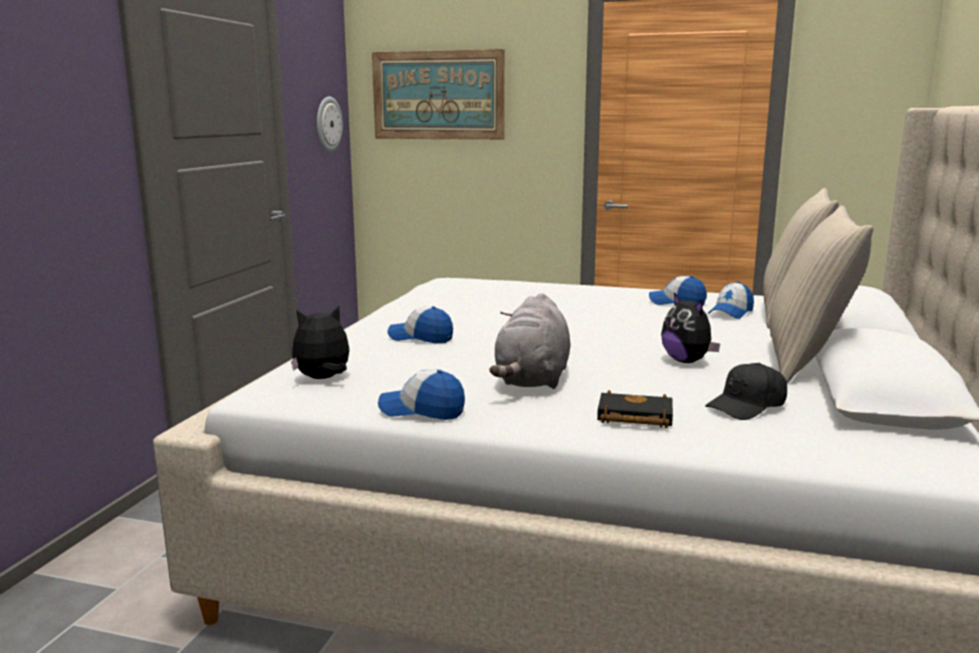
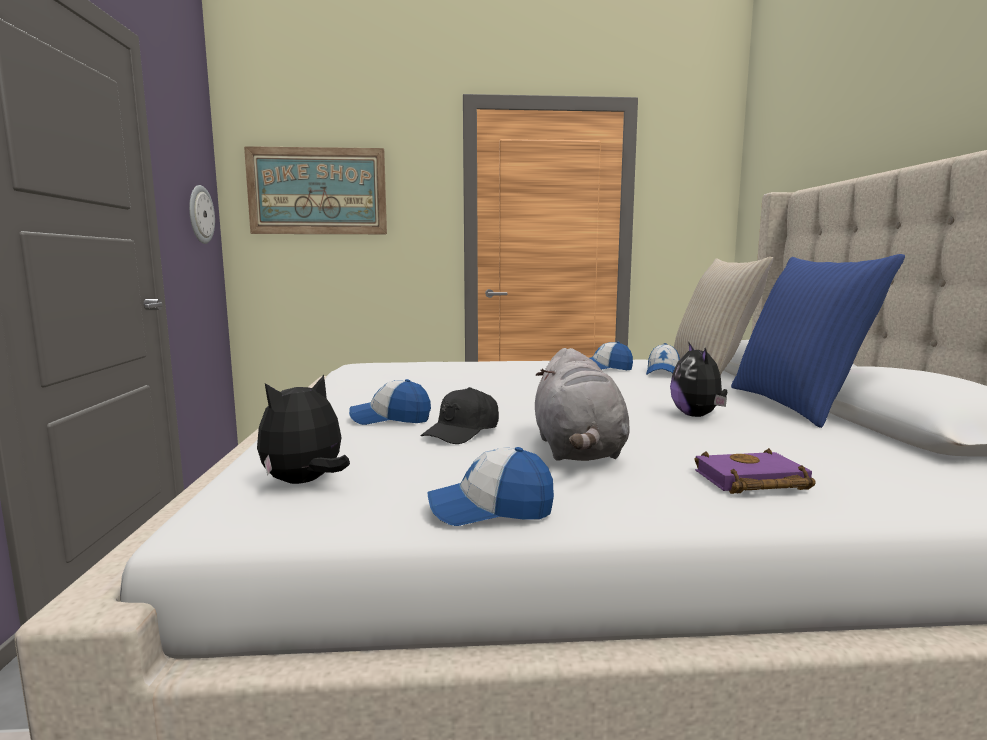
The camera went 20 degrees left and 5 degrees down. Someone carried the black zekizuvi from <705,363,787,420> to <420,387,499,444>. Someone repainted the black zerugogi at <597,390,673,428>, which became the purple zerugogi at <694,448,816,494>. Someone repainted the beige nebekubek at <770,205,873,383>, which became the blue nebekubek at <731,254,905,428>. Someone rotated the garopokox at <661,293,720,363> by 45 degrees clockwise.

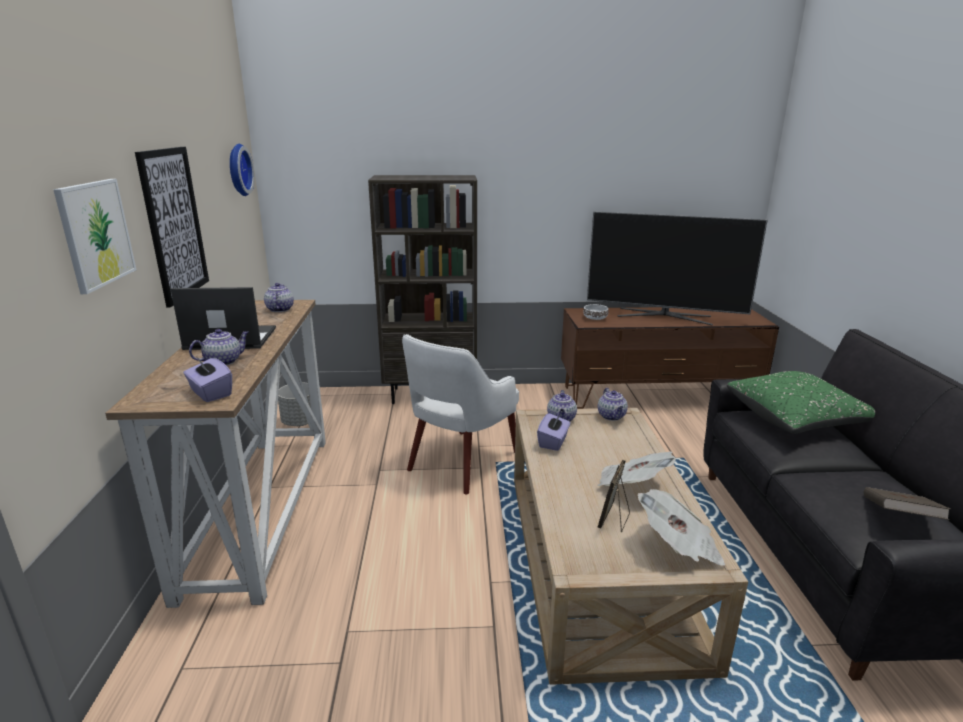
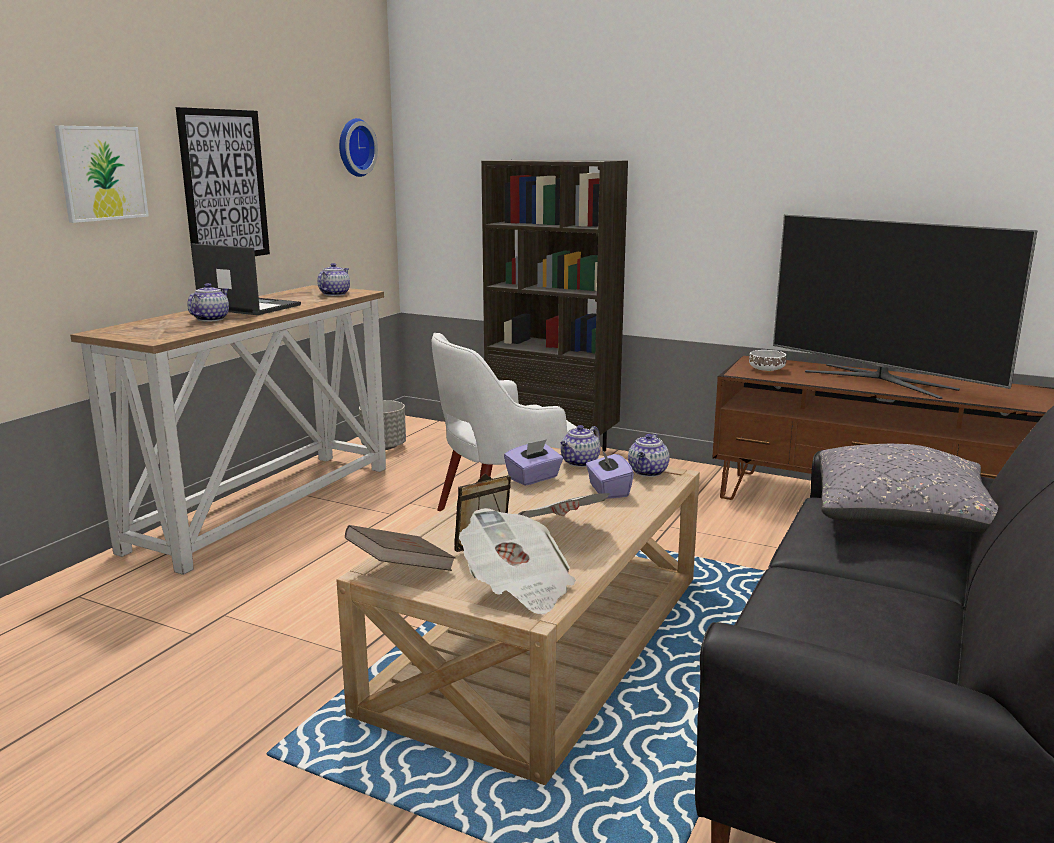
The camera went 30 degrees right and 5 degrees down. Someone carried the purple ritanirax from <183,356,232,402> to <586,450,634,499>. Someone carried the brown zerugogi from <864,487,950,520> to <345,525,456,571>. Someone repainted the green nebekubek at <727,371,875,434>, which became the grey nebekubek at <818,444,998,532>. Someone rotated the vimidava at <189,329,249,366> by 60 degrees counterclockwise.

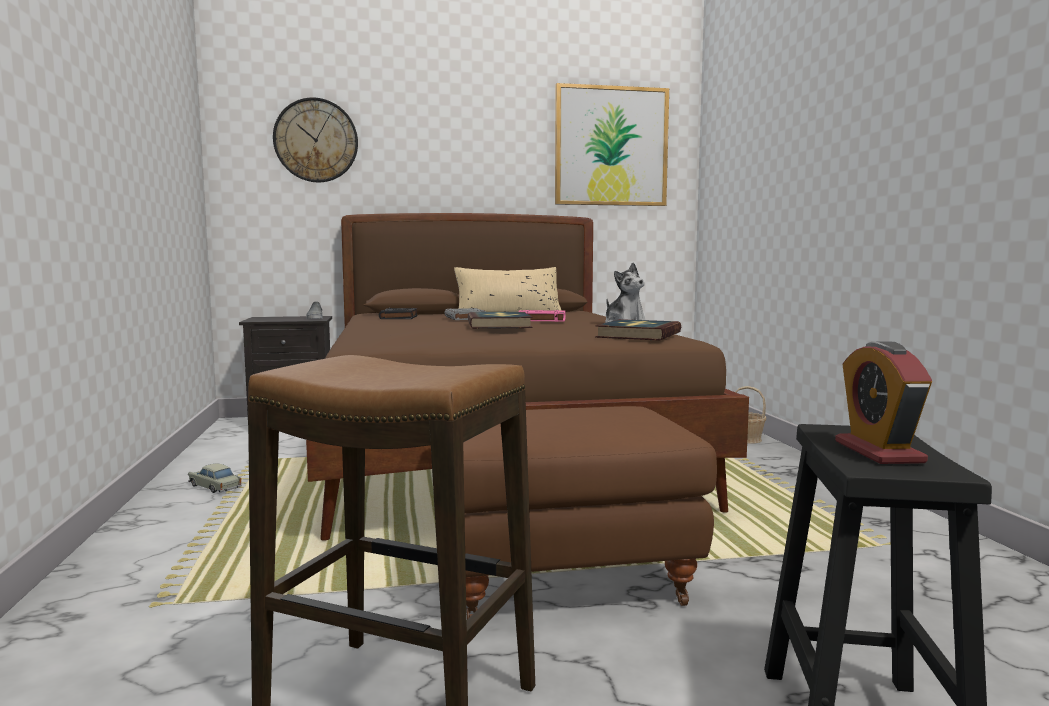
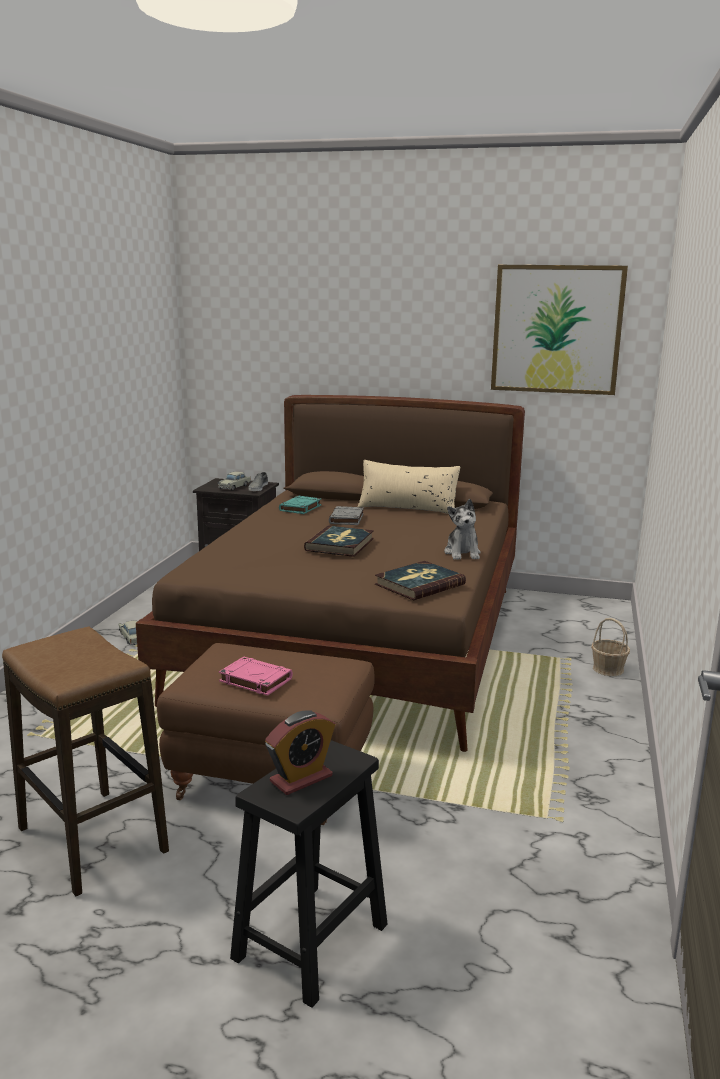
The camera went 25 degrees right and 10 degrees up. Someone took away the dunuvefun at <273,97,358,182>. Someone put down the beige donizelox at <218,472,251,491>. Someone carried the pink zerugogi from <518,310,565,322> to <219,657,293,696>. Someone repainted the black zerugogi at <379,308,417,319>, which became the turquoise zerugogi at <279,496,322,514>. Someone rotated the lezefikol at <835,342,932,464> by 150 degrees counterclockwise.

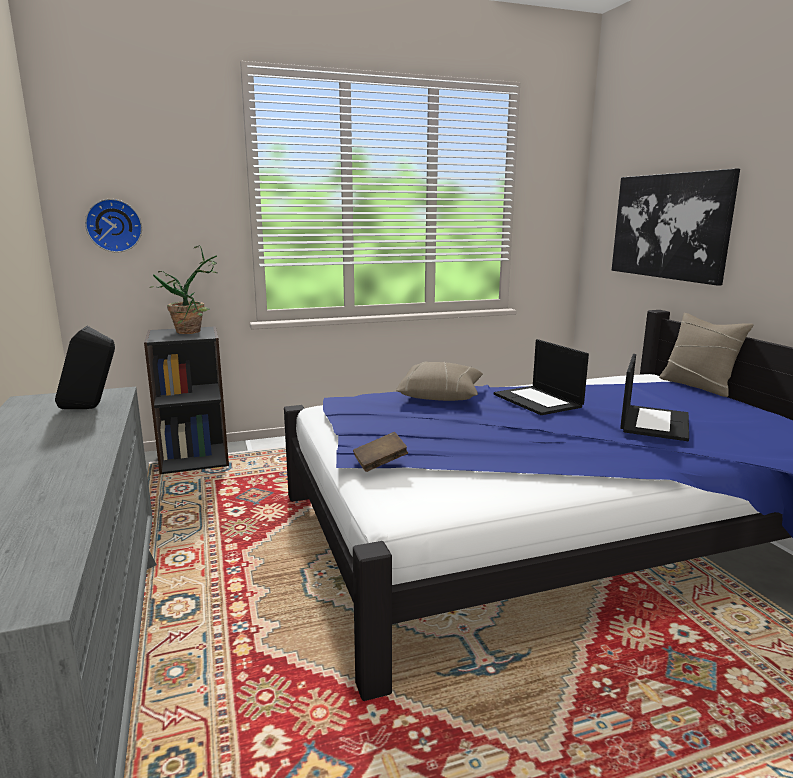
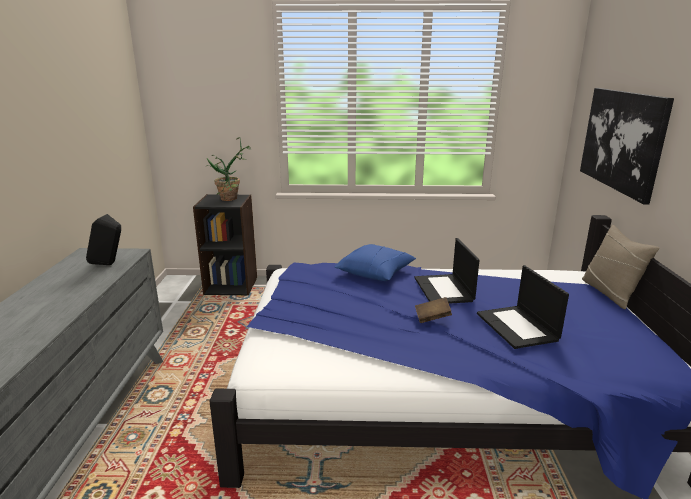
The camera went 20 degrees right and 5 degrees up. Someone took away the dunuvefun at <85,199,142,252>. Someone carried the brown zerugogi from <353,432,408,472> to <415,297,452,323>. Someone repainted the beige nebekubek at <396,362,483,401>, which became the blue nebekubek at <335,244,416,281>. Someone rotated the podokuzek at <620,354,689,441> by 120 degrees clockwise.

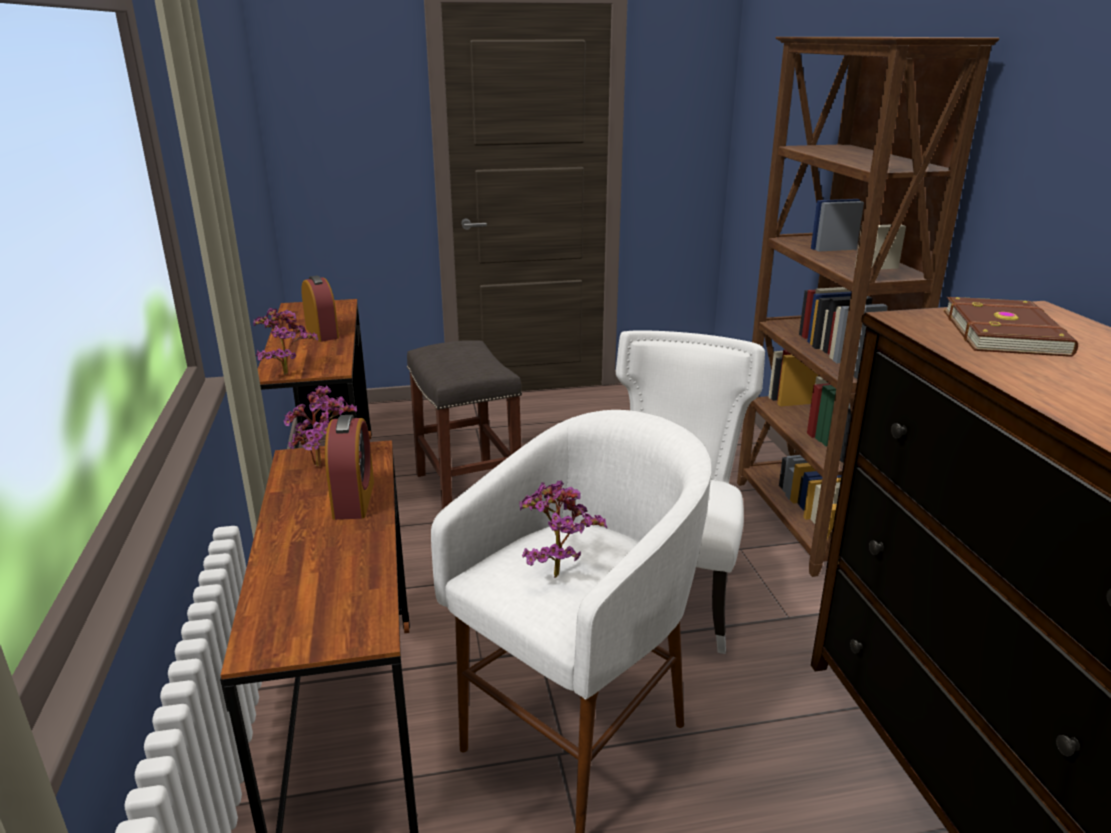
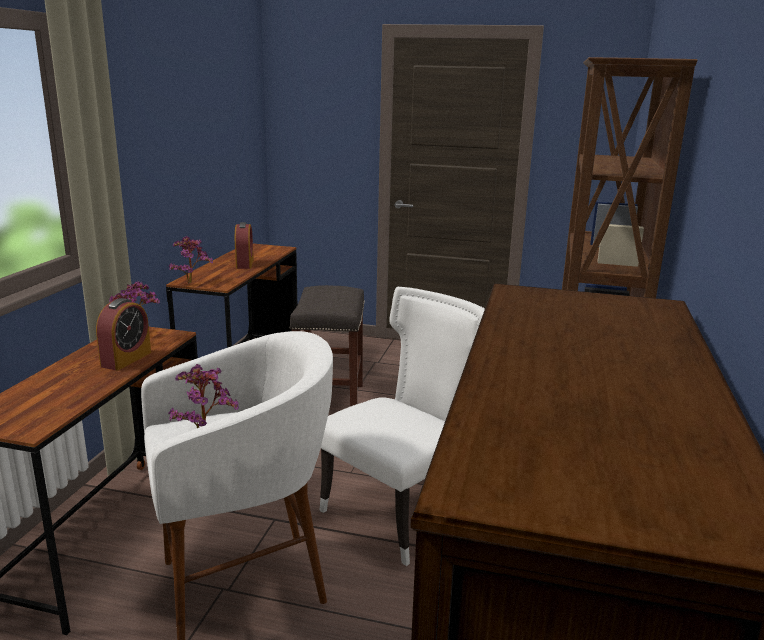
The camera went 25 degrees right and 5 degrees down. Someone took away the brown zerugogi at <944,297,1078,357>.

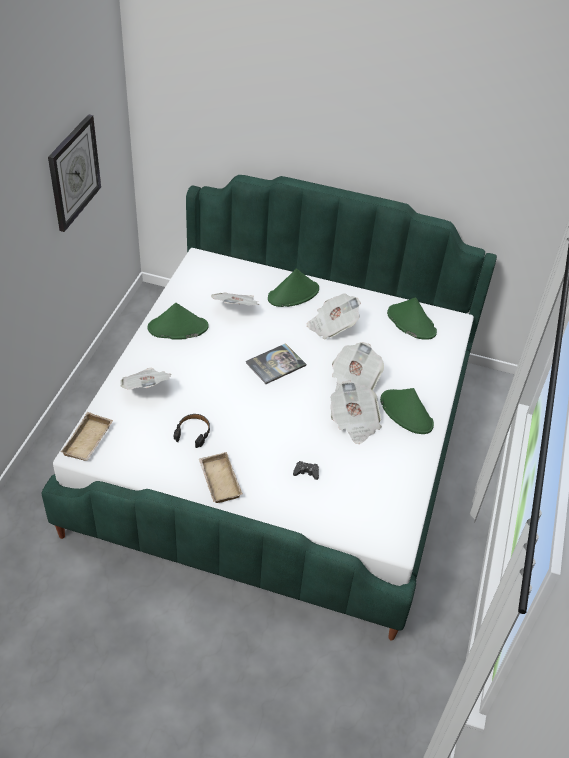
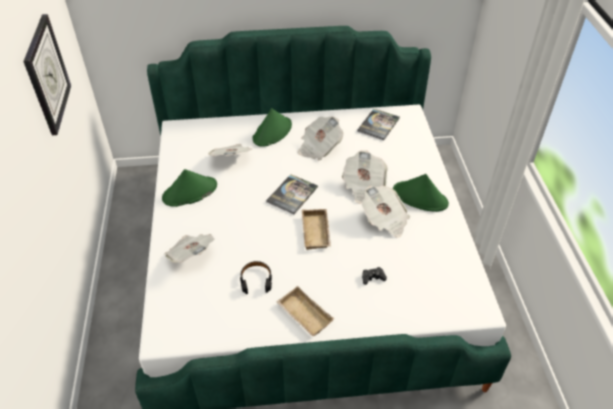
The camera went 20 degrees left and 0 degrees up. Someone carried the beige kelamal from <61,412,113,461> to <302,209,331,250>. Someone swapped the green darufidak at <387,297,437,340> for the zerugogi at <357,109,400,140>.

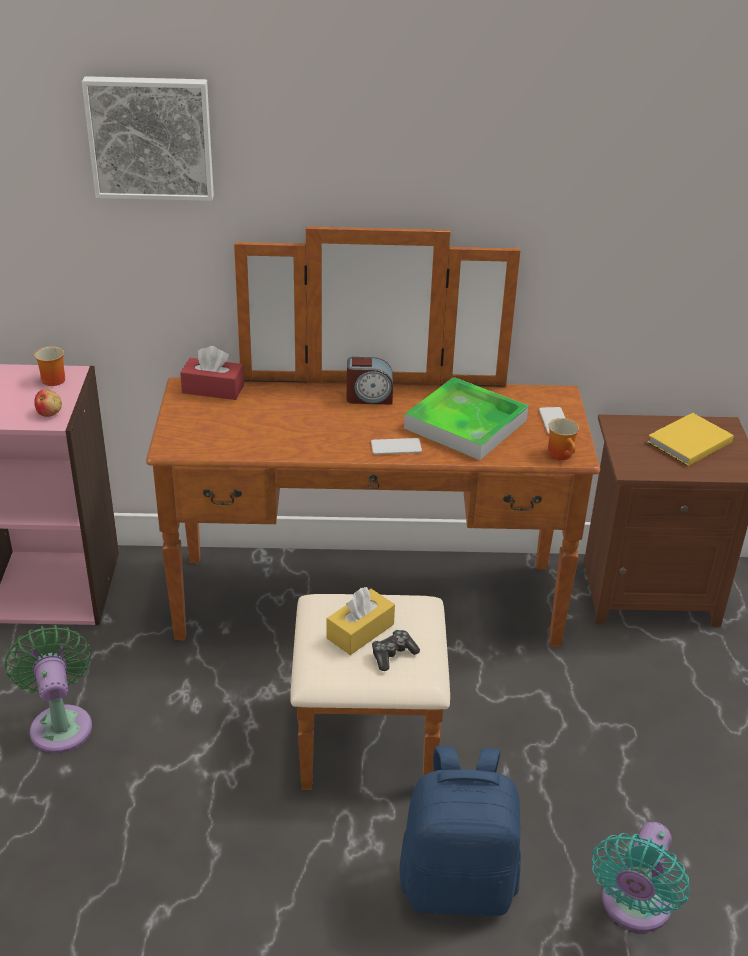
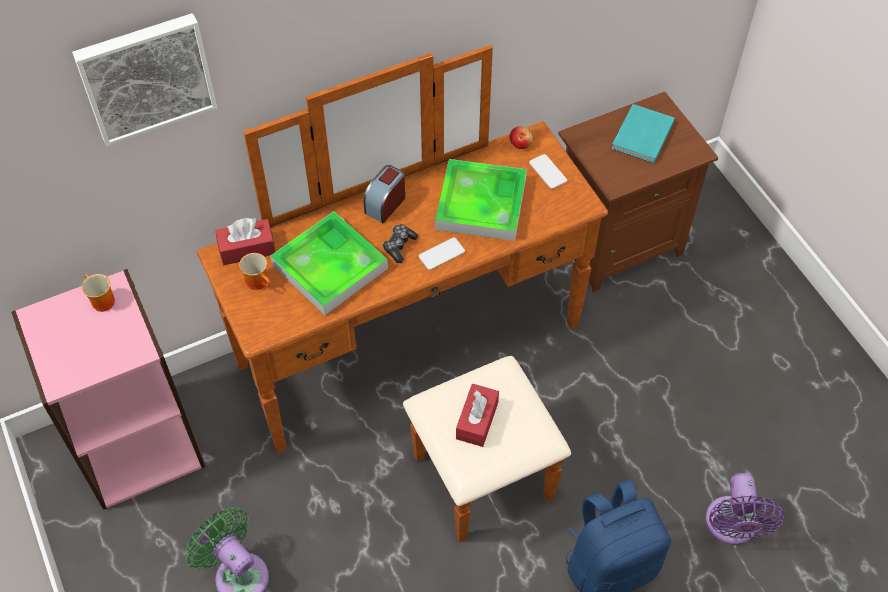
The camera went 25 degrees left and 20 degrees up. Someone put down the kelamal at <270,211,388,315>. Someone carried the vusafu from <34,389,62,417> to <509,126,533,149>. Someone carried the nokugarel from <372,630,420,671> to <382,224,418,263>. Someone carried the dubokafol from <548,418,579,460> to <239,253,271,290>. Someone repainted the yellow ritanirax at <327,587,395,655>, which became the red ritanirax at <456,384,499,447>. Someone repainted the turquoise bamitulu at <592,822,690,932>, which became the purple bamitulu at <705,473,784,545>. Someone repainted the yellow zerugogi at <647,413,734,466>, which became the turquoise zerugogi at <612,104,675,163>. Someone rotated the lezefikol at <347,357,393,404> by 150 degrees clockwise.

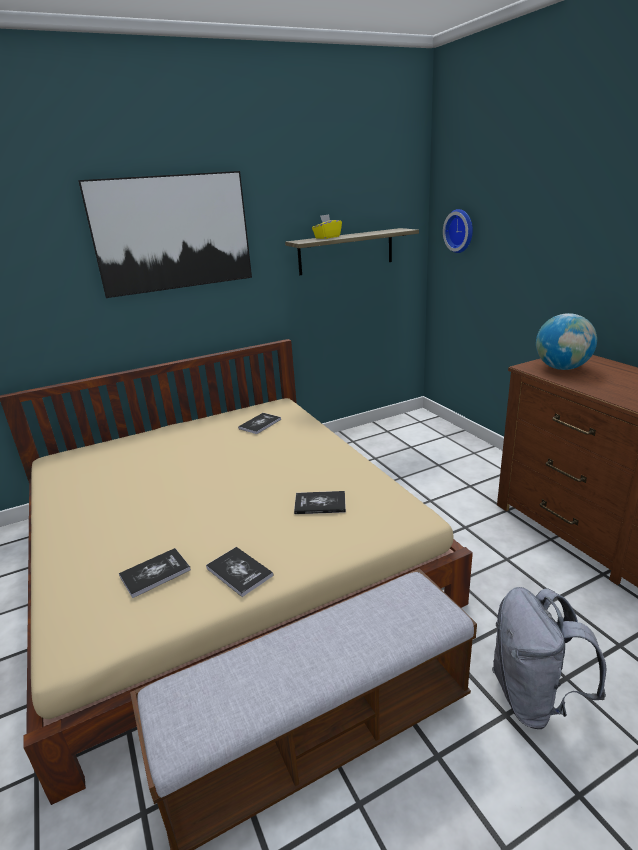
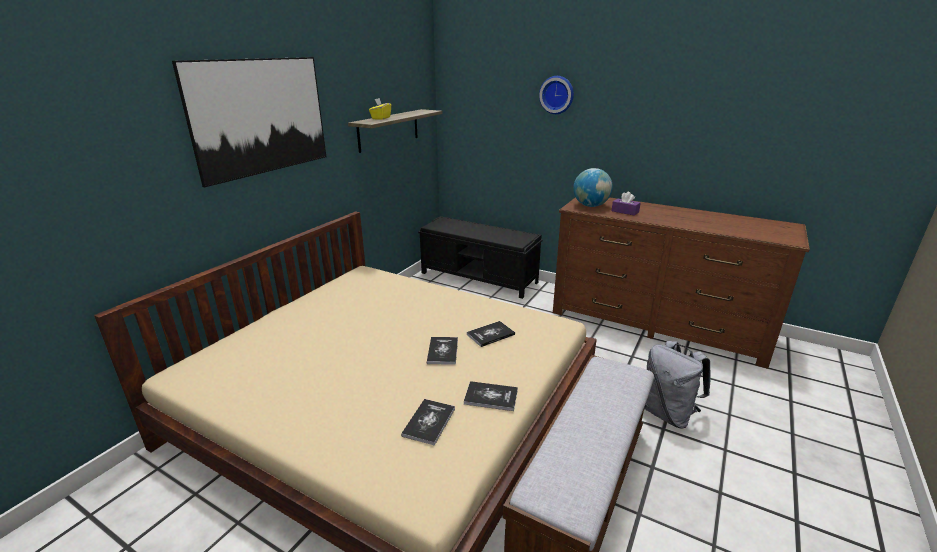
The camera went 35 degrees left and 0 degrees up. Someone put down the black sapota at <418,216,543,299>. Someone put down the purple ritanirax at <612,192,641,216>. Someone carried the zerugogi from <238,413,281,434> to <427,337,458,365>. Someone carried the dunuvefun from <443,209,473,253> to <539,76,574,114>.

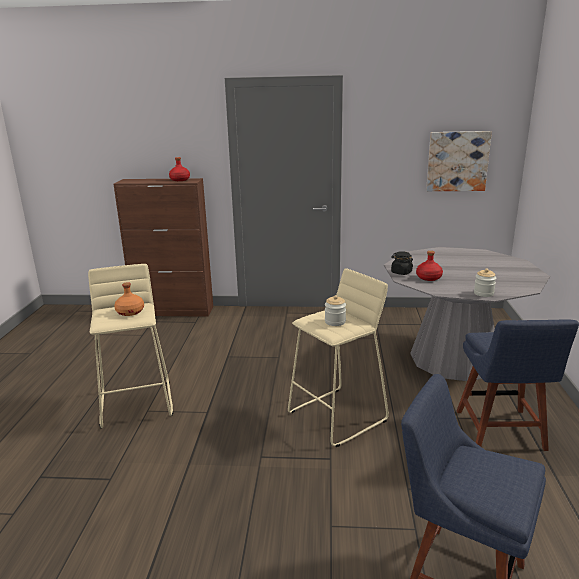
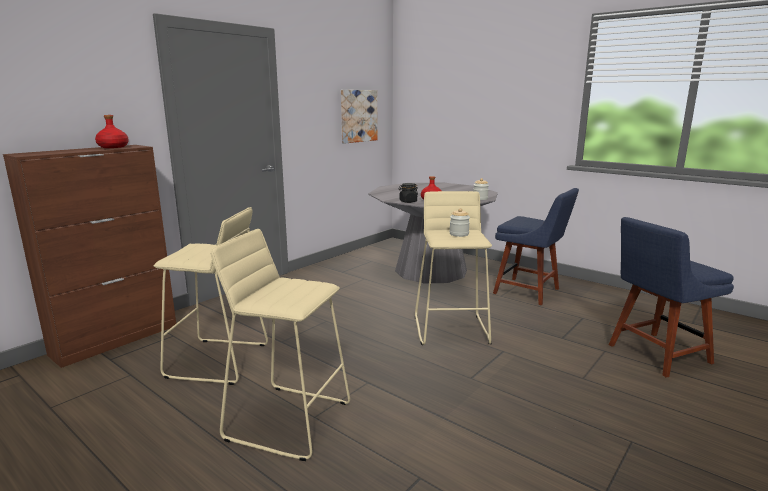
The camera went 55 degrees left and 5 degrees down. Someone took away the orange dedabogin at <114,282,144,316>. Someone put down the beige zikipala at <154,207,268,385>.

